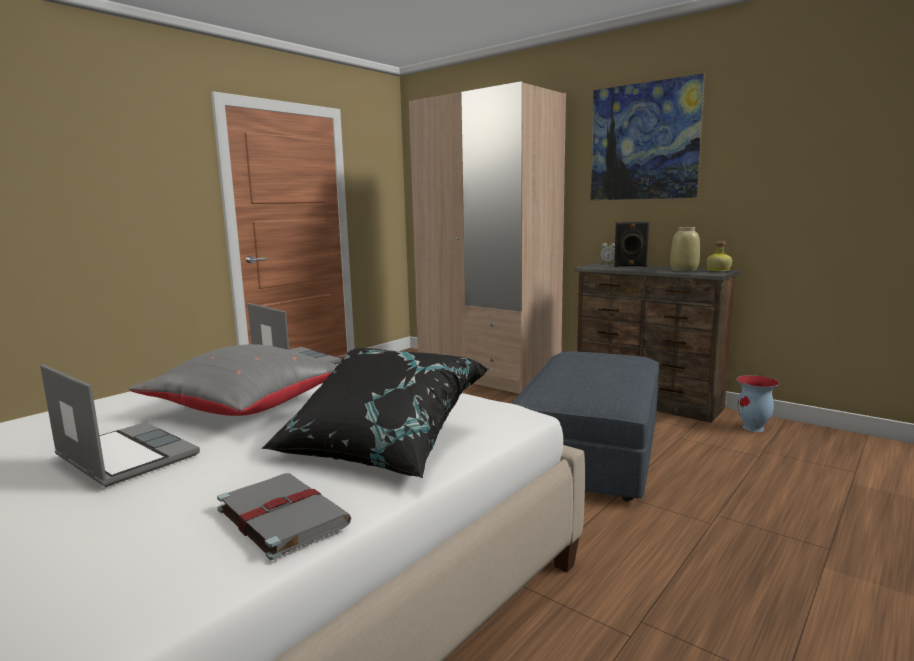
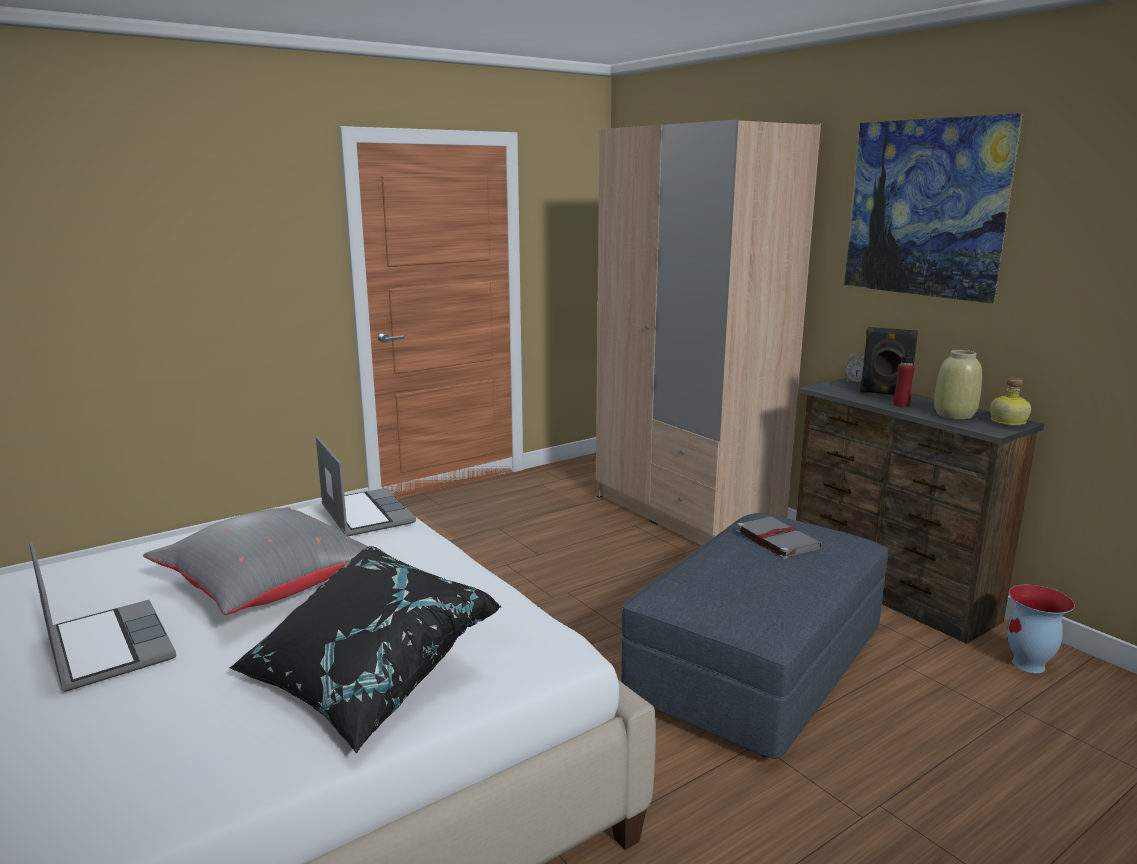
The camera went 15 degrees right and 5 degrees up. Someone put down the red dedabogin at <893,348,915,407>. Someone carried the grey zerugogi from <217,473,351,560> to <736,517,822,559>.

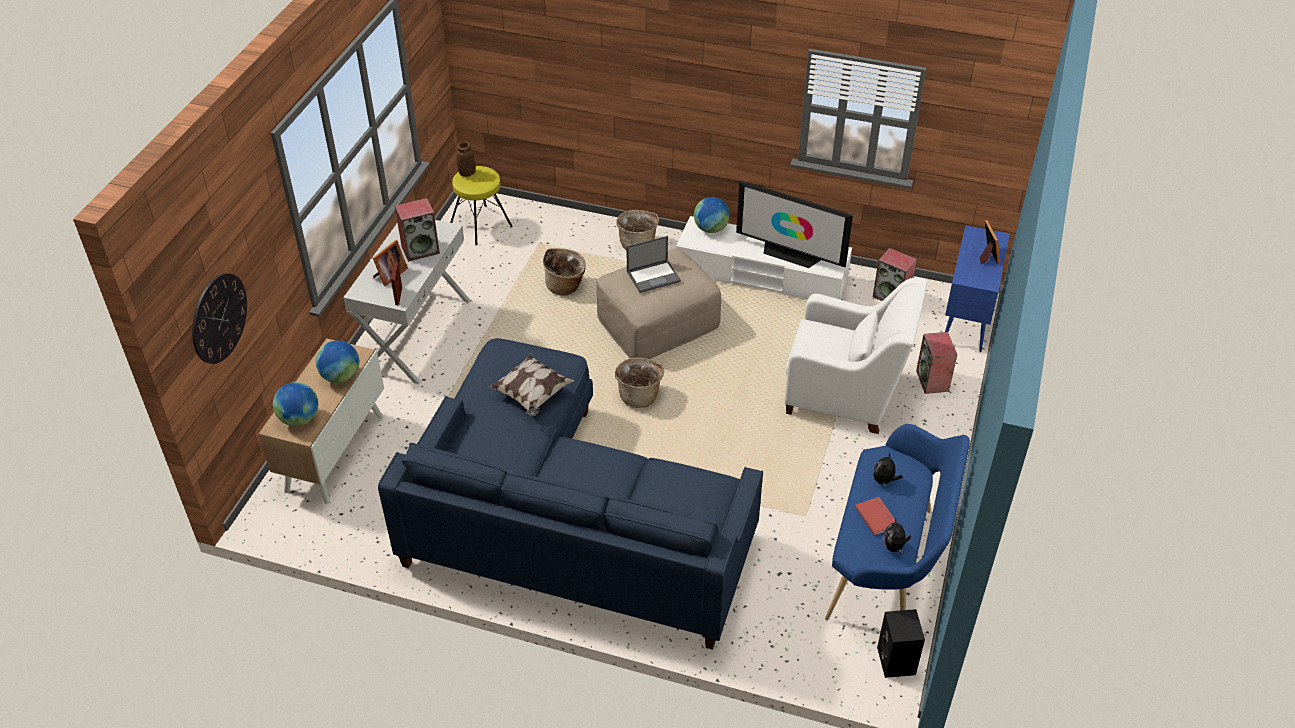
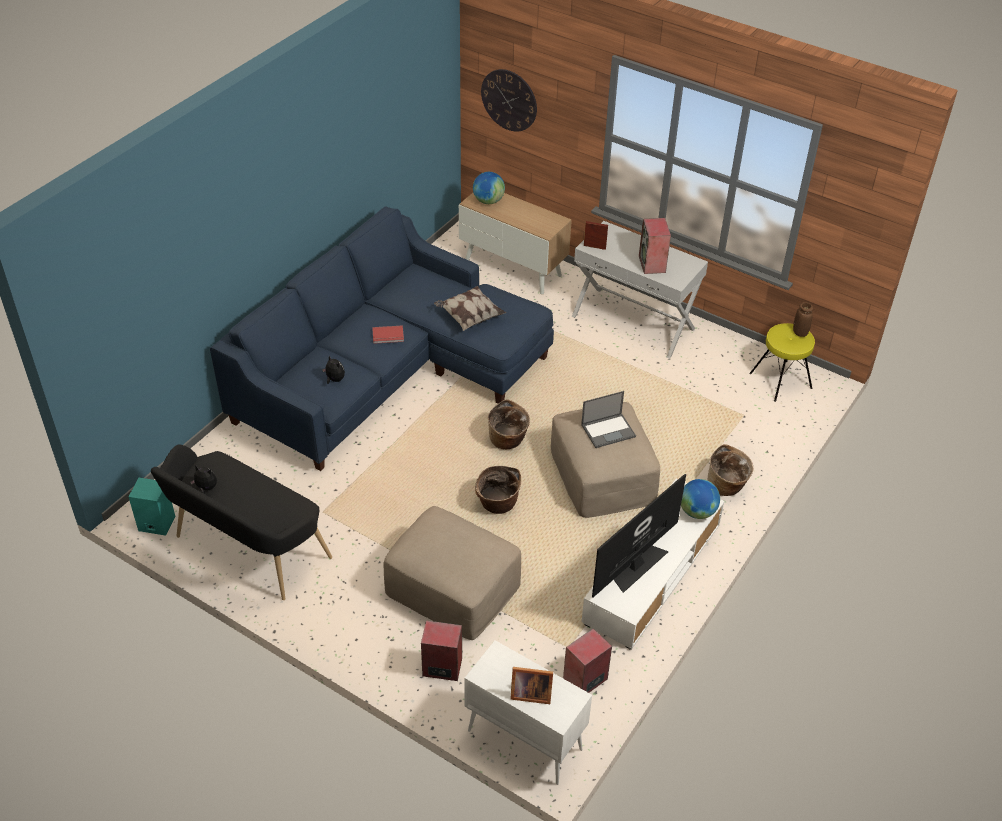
The camera went 105 degrees right and 0 degrees up. Someone took away the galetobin at <316,340,359,383>. Someone took away the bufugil at <373,240,408,286>. Someone carried the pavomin from <543,248,586,295> to <475,466,521,514>. Someone carried the red zerugogi from <855,497,895,536> to <372,325,404,344>. Someone carried the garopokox from <873,452,903,487> to <322,356,345,384>. Someone swapped the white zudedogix at <784,278,927,434> for the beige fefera at <383,506,521,640>. Someone repainted the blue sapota at <825,424,970,621>, which became the black sapota at <151,444,332,600>. Someone repainted the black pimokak at <877,609,925,678>, which became the turquoise pimokak at <129,478,175,536>. Someone repainted the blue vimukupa at <945,225,1010,352>, which became the white vimukupa at <464,640,592,785>. Someone rotated the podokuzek at <626,236,681,293> by 105 degrees counterclockwise.

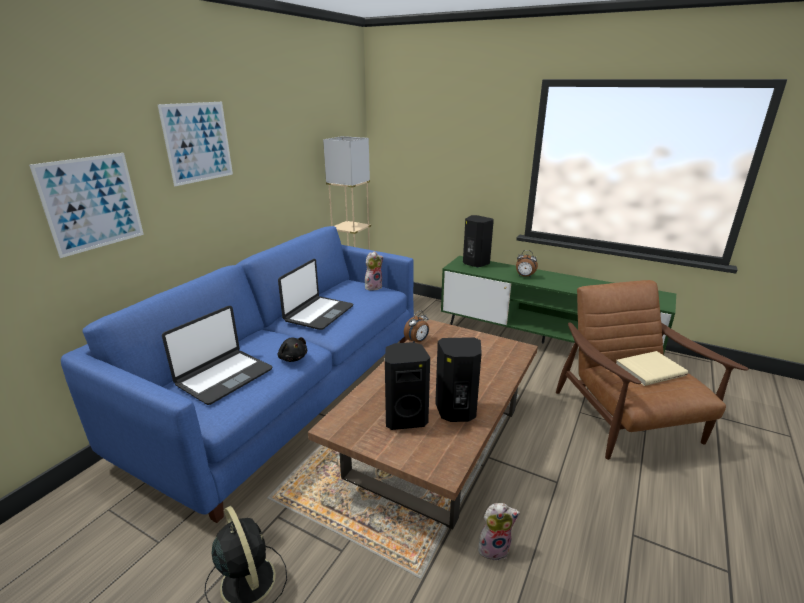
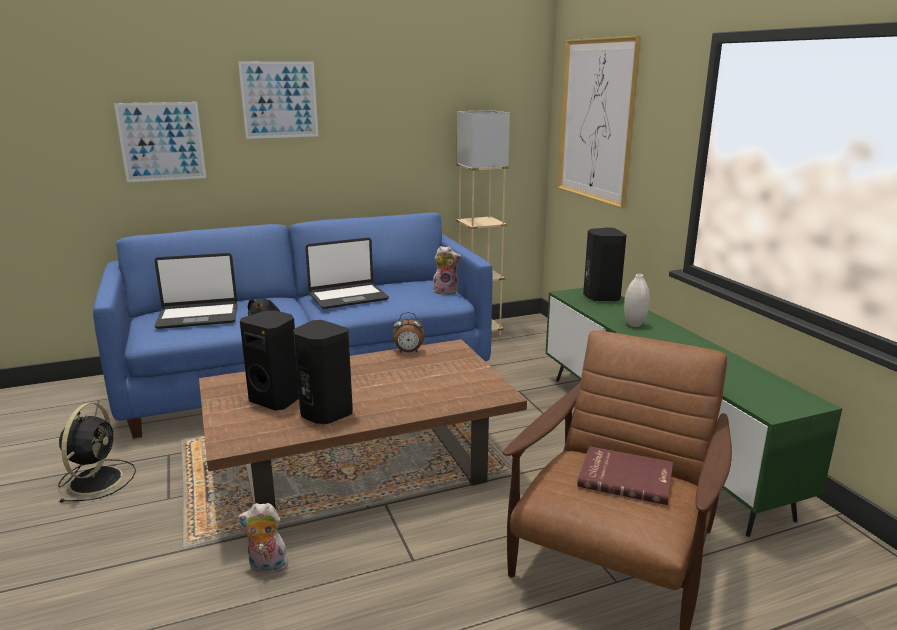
The camera went 40 degrees right and 5 degrees down. Someone put up the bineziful at <557,36,641,208>. Someone swapped the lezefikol at <516,250,538,278> for the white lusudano at <624,274,650,327>. Someone repainted the beige zerugogi at <616,351,688,386>, which became the red zerugogi at <578,446,673,505>. Someone rotated the garopokox at <478,503,520,561> by 150 degrees clockwise.

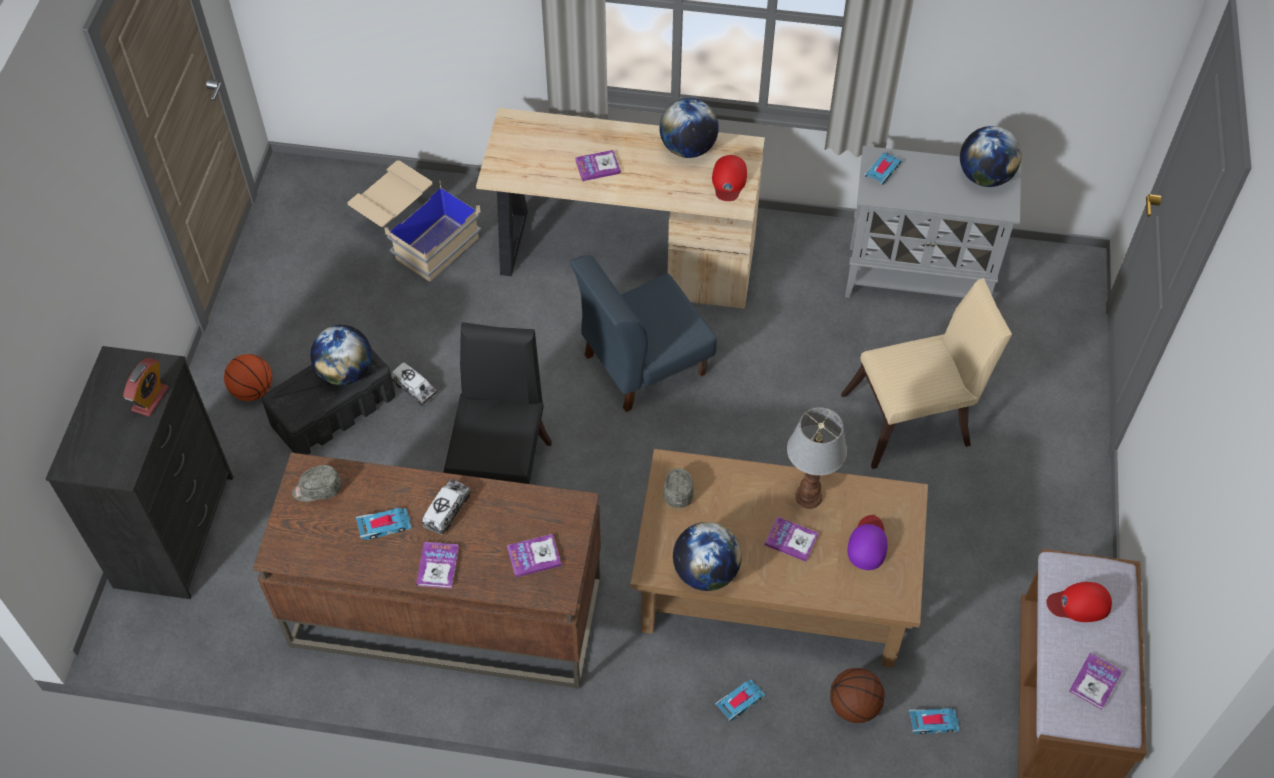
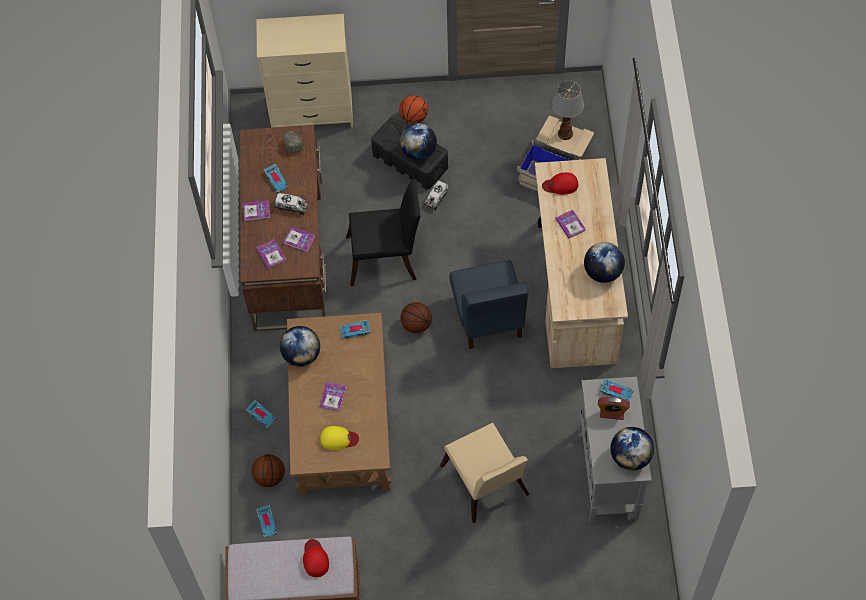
The camera went 80 degrees right and 5 degrees up. Someone put down the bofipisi at <400,302,432,333>. Someone carried the lezefikol from <123,358,169,417> to <598,397,630,420>. Someone carried the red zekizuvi from <712,155,747,201> to <542,172,578,195>. Someone carried the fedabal from <787,407,847,509> to <551,80,584,140>. Someone carried the zerugogi from <1069,653,1122,710> to <283,227,316,252>. Someone swapped the grey zekizuvi at <664,468,694,508> for the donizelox at <340,320,371,339>. Someone repainted the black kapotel at <46,346,233,599>, which became the beige kapotel at <256,14,353,128>. Someone repainted the purple zekizuvi at <848,515,888,570>, which became the yellow zekizuvi at <320,426,359,450>. Someone rotated the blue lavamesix at <570,255,717,412> by 150 degrees counterclockwise.

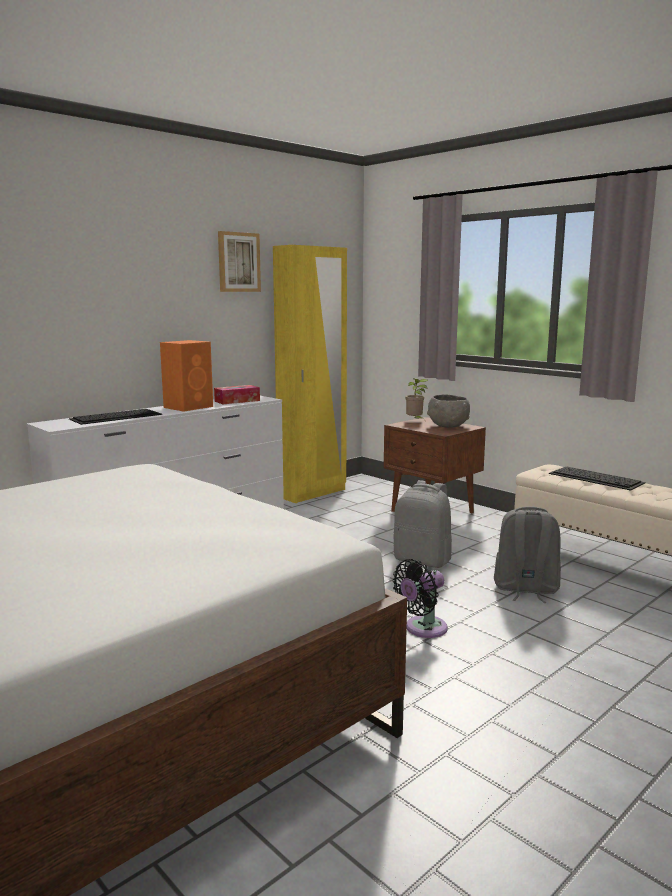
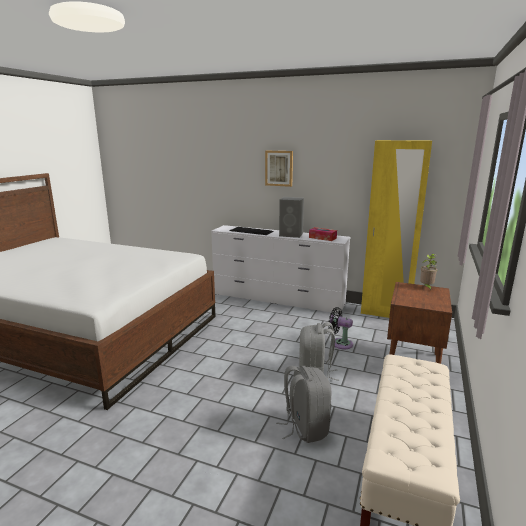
The camera went 65 degrees right and 5 degrees up. Someone took away the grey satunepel at <427,394,470,428>. Someone took away the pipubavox at <549,467,646,491>. Someone carried the bineziful from <218,231,261,292> to <265,151,293,187>. Someone carried the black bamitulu from <392,559,448,638> to <328,307,353,349>. Someone repainted the orange pimokak at <160,340,213,412>, which became the grey pimokak at <279,197,304,238>.

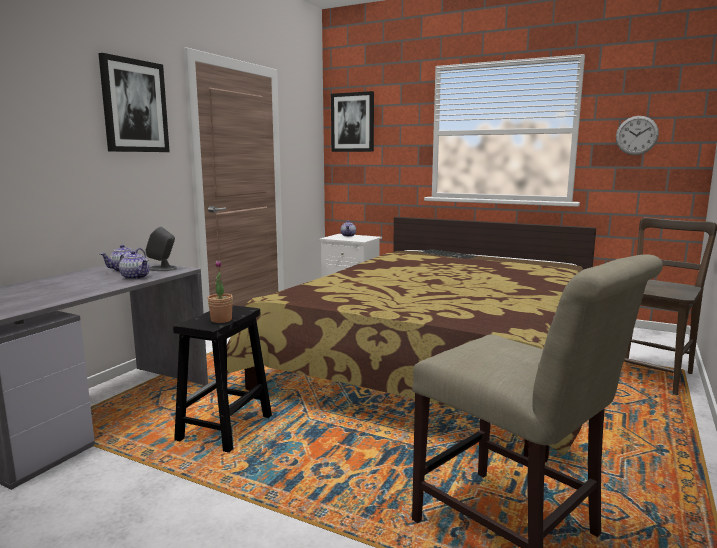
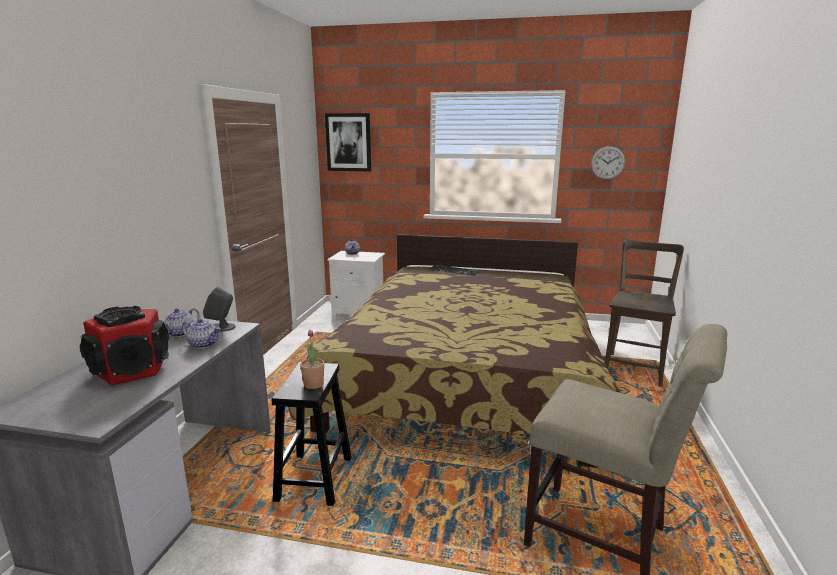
The camera went 15 degrees left and 5 degrees up. Someone took away the bineziful at <98,53,170,152>. Someone put down the pimokak at <80,306,169,385>.

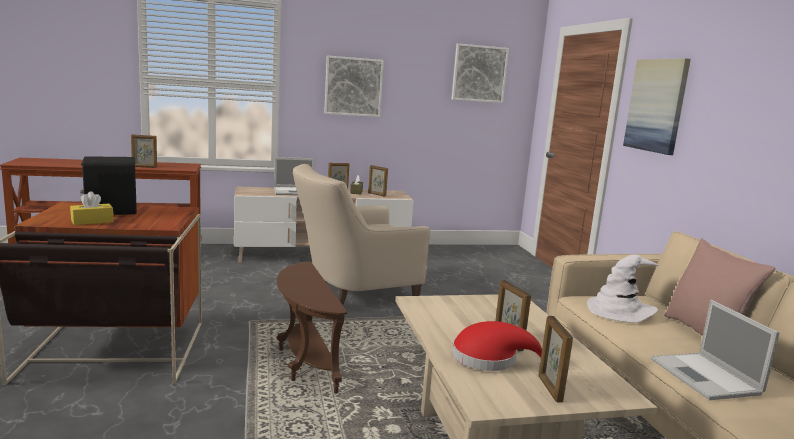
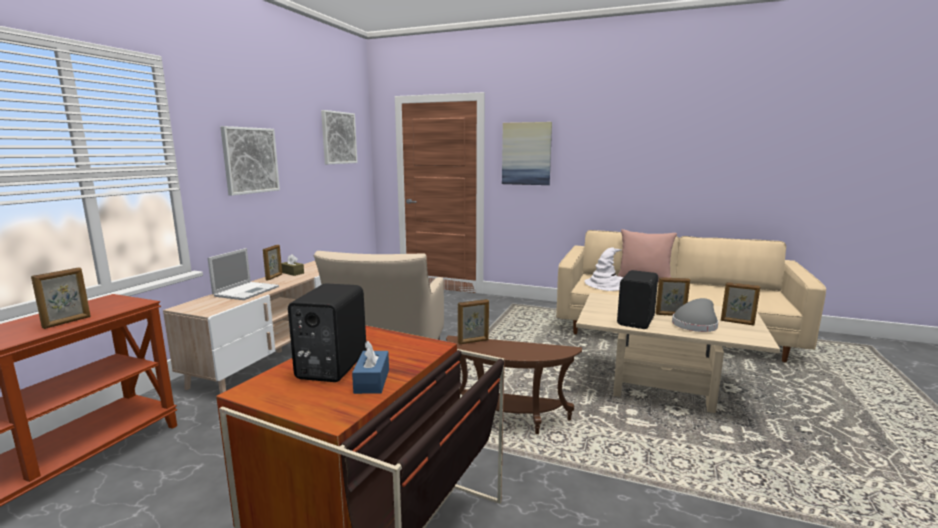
The camera went 55 degrees left and 0 degrees up. Someone took away the podokuzek at <651,300,779,400>. Someone put down the black pimokak at <617,270,658,329>. Someone carried the bufugil from <368,165,388,197> to <458,299,489,344>. Someone repainted the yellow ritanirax at <70,191,114,225>, which became the blue ritanirax at <352,341,389,394>. Someone repainted the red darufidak at <452,321,542,371>, which became the grey darufidak at <672,298,719,332>.

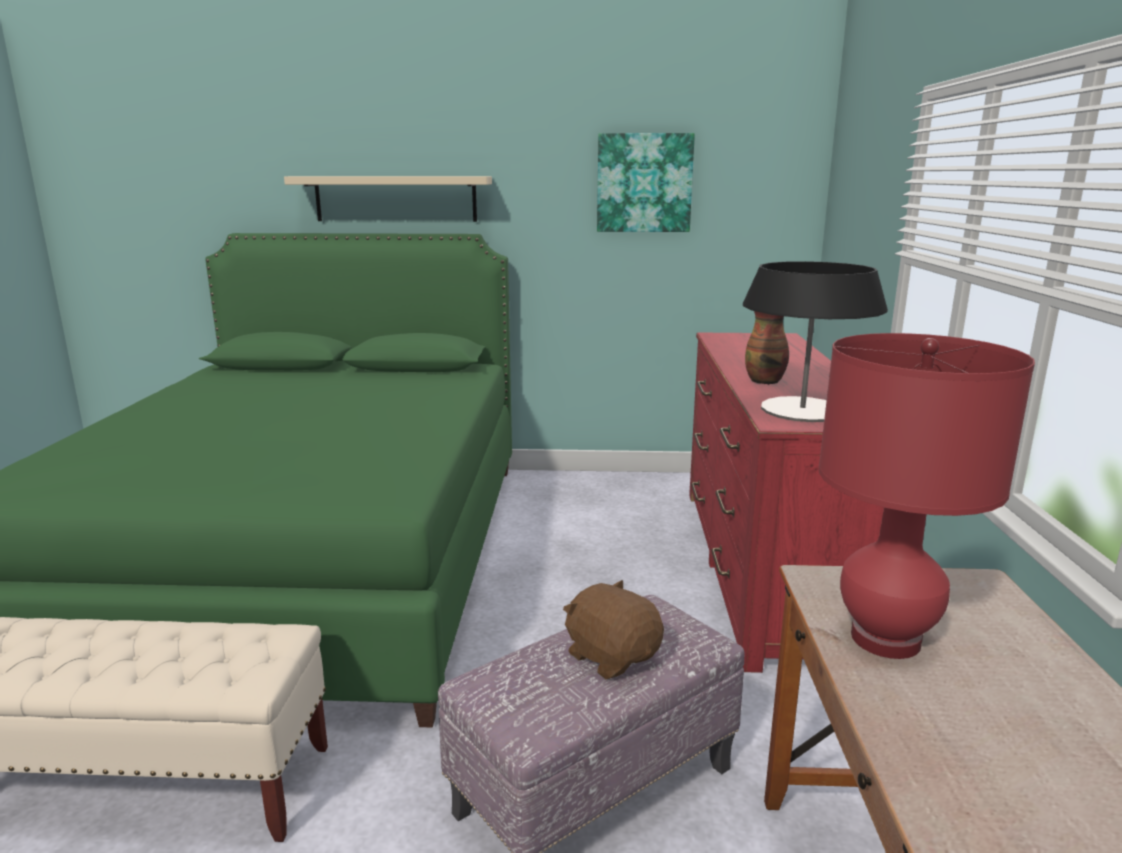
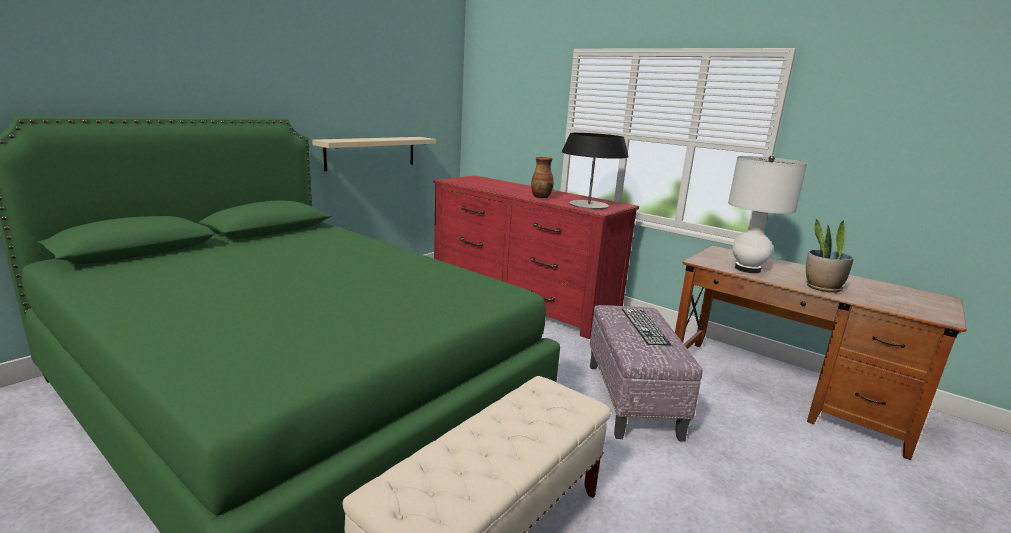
The camera went 55 degrees left and 0 degrees up. Someone took away the bineziful at <597,133,695,232>. Someone put down the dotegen at <806,218,854,293>. Someone carried the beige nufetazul from <284,176,492,222> to <312,137,436,171>. Someone swapped the brown garopokox at <563,580,664,679> for the pipubavox at <622,309,671,345>. Someone repainted the red fedabal at <819,333,1035,659>, which became the white fedabal at <728,155,807,273>.

